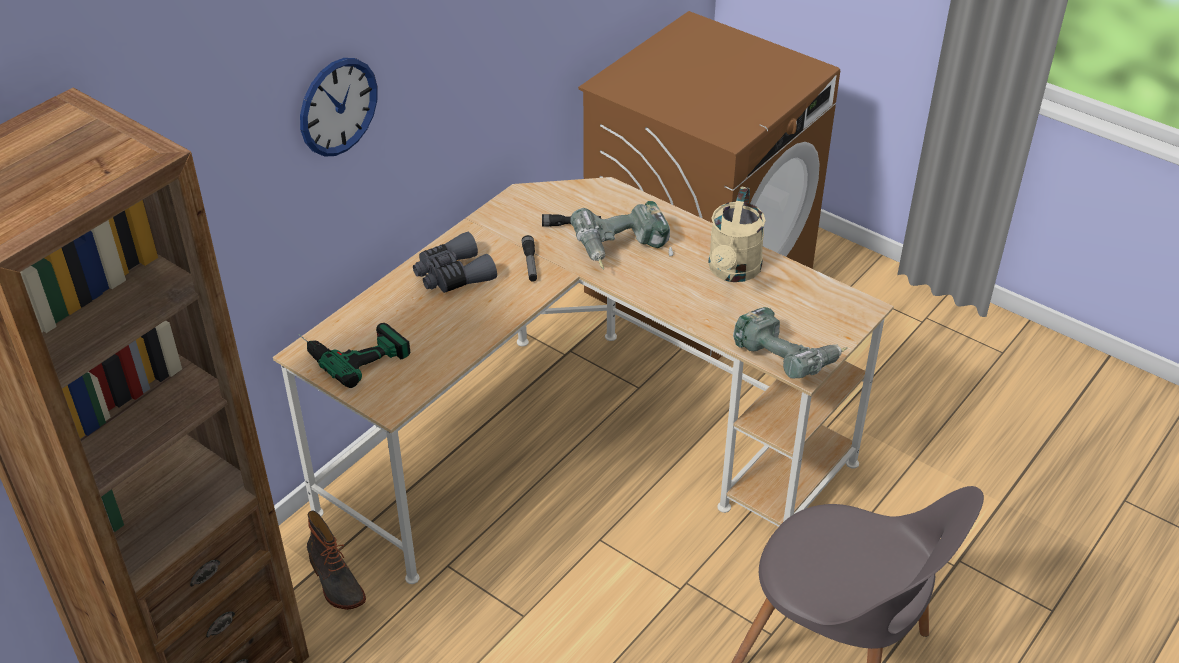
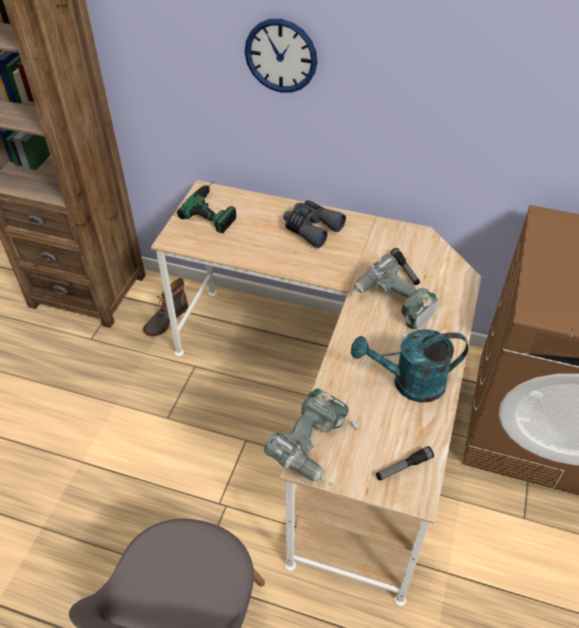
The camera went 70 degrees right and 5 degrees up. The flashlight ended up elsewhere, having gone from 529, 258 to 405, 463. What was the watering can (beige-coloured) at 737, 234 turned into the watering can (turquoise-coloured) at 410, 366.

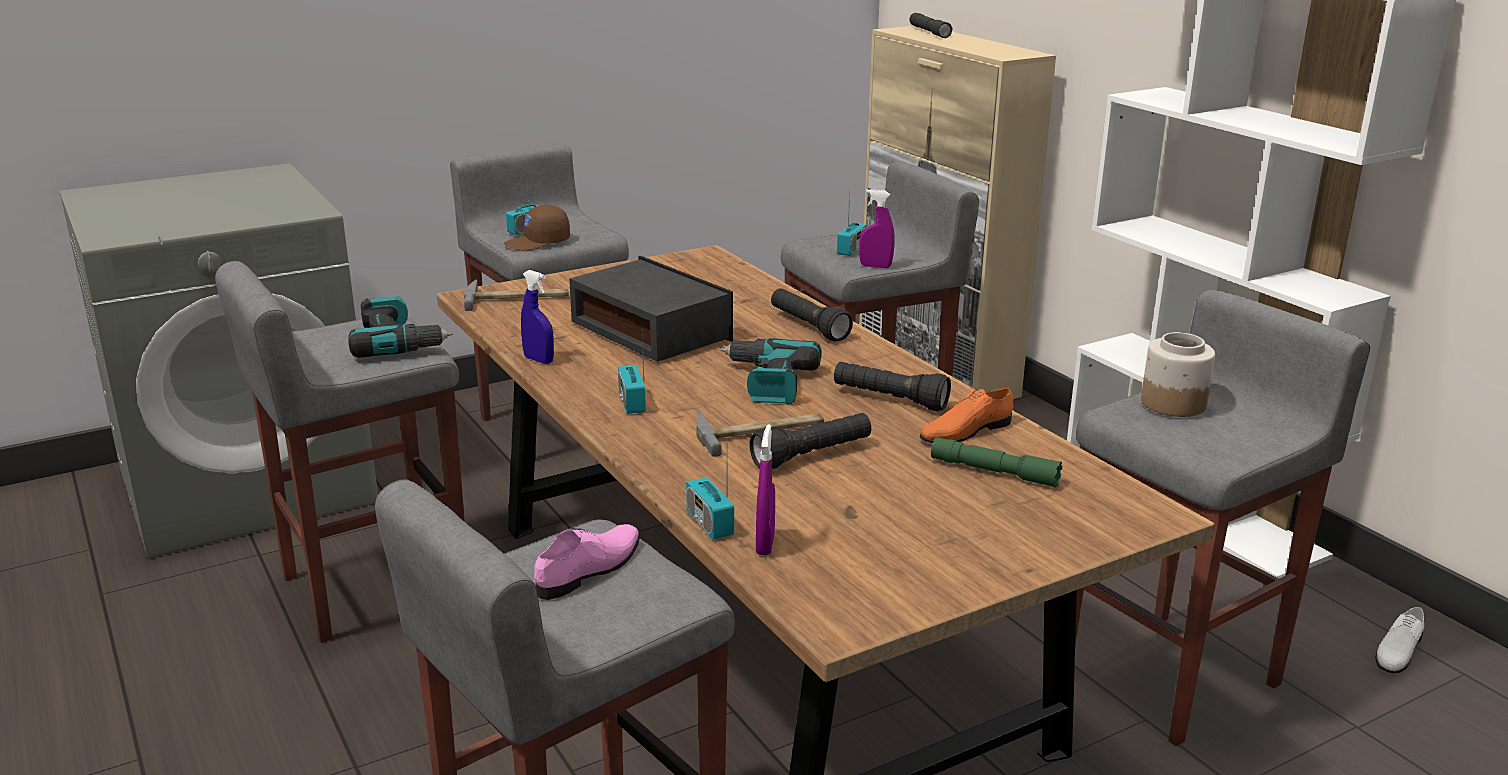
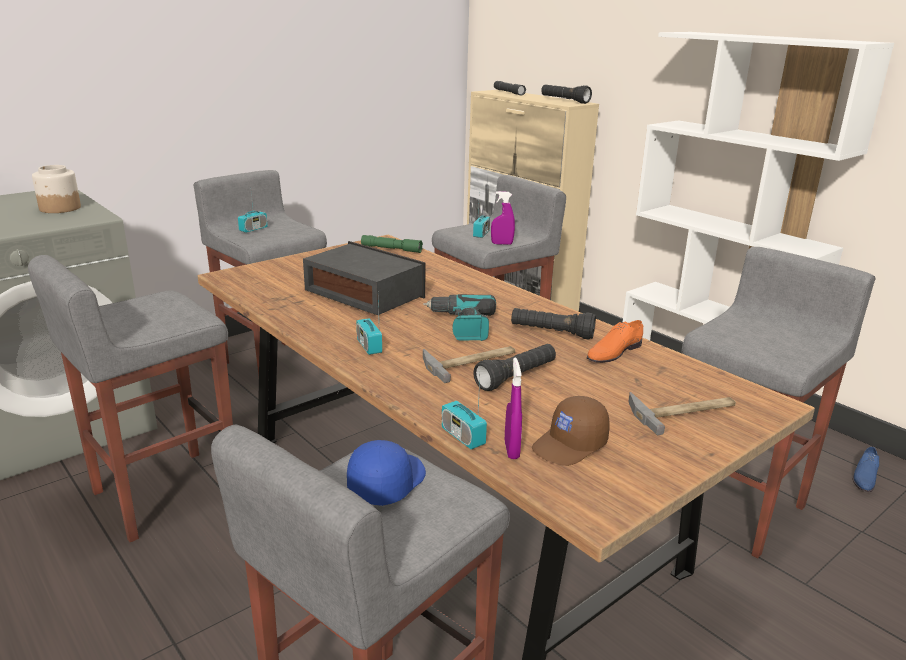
The camera went 10 degrees left and 0 degrees up. The second view lost the power drill at 400, 327. The second view lost the spray bottle (blue) at 537, 317. The tool hammer ended up elsewhere, having gone from 516, 295 to 682, 414. The cap (brown-coloured) ended up elsewhere, having gone from 537, 228 to 571, 431. The flashlight (blackish) ended up elsewhere, having gone from 812, 315 to 566, 94. The flashlight (greenish) ended up elsewhere, having gone from 996, 462 to 392, 244. The storage jar ended up elsewhere, having gone from 1178, 374 to 56, 189. Where the shoe (pink) stood at 587, 562, the cap (blue) came to stand at 386, 473. What was the shoe (white) at 1399, 640 turned into the shoe (blue) at 865, 469.

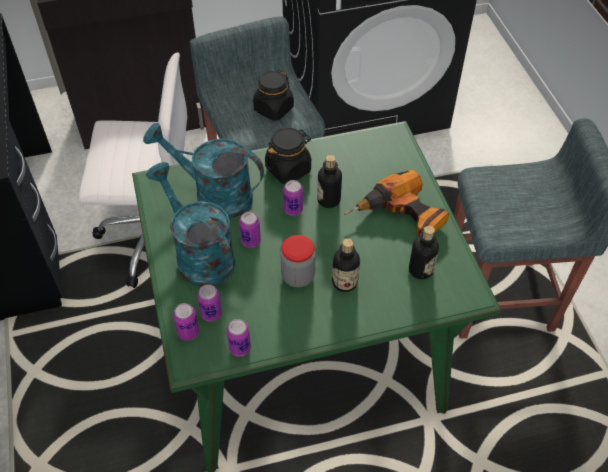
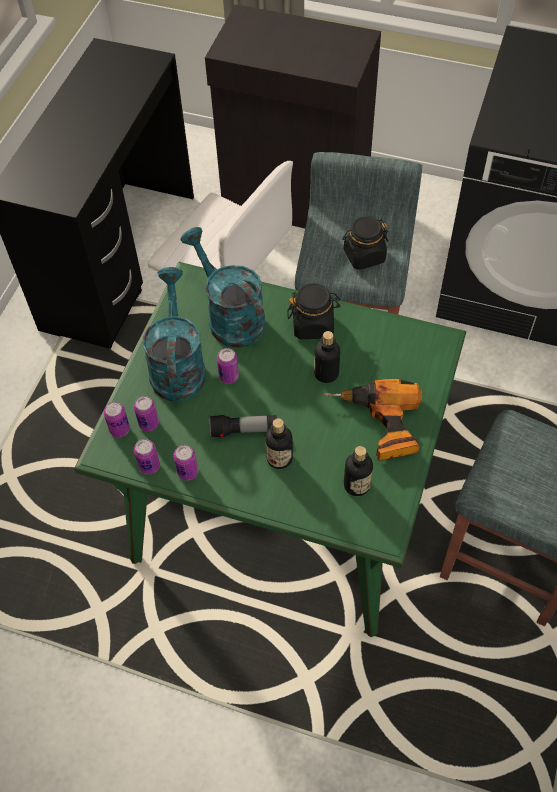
The camera went 35 degrees right and 5 degrees up. The sealed can ended up elsewhere, having gone from 293, 198 to 185, 463. Where the storage jar stood at 298, 261, the flashlight came to stand at 243, 426.

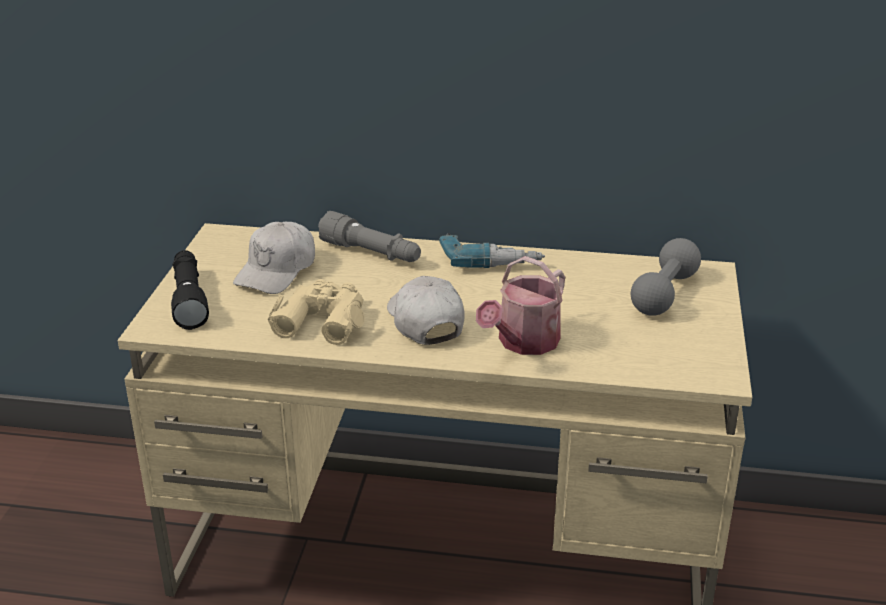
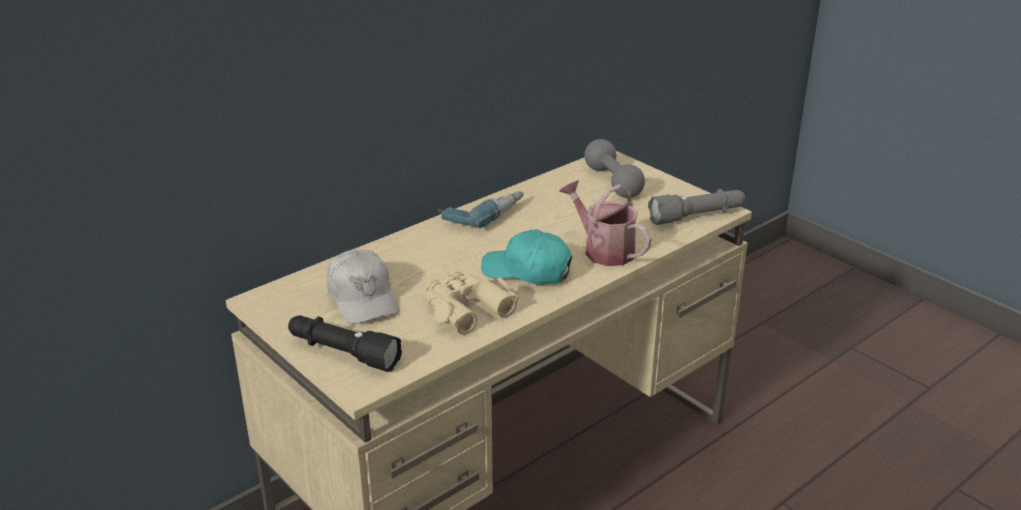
The camera went 50 degrees left and 0 degrees up. The flashlight (greyish) ended up elsewhere, having gone from 369, 236 to 696, 207. What was the cap (white) at 426, 310 turned into the cap (turquoise-coloured) at 526, 257. The watering can at 520, 305 ended up facing another way, 150 degrees clockwise from before.

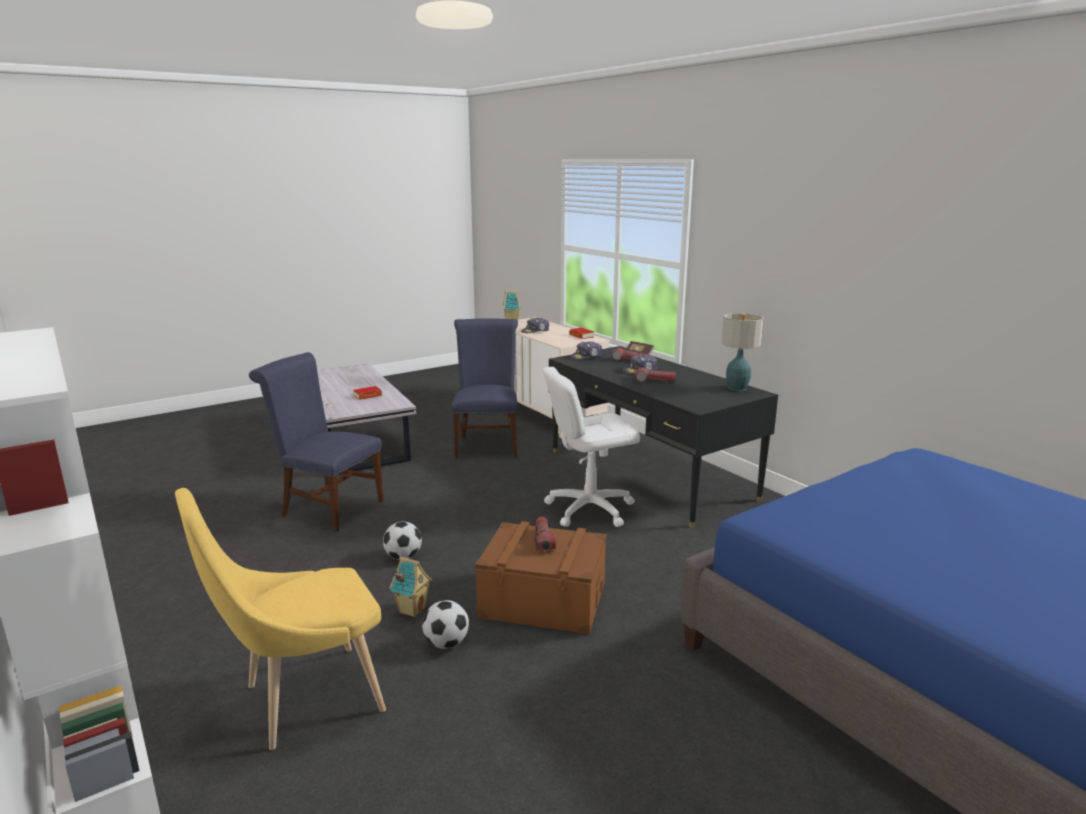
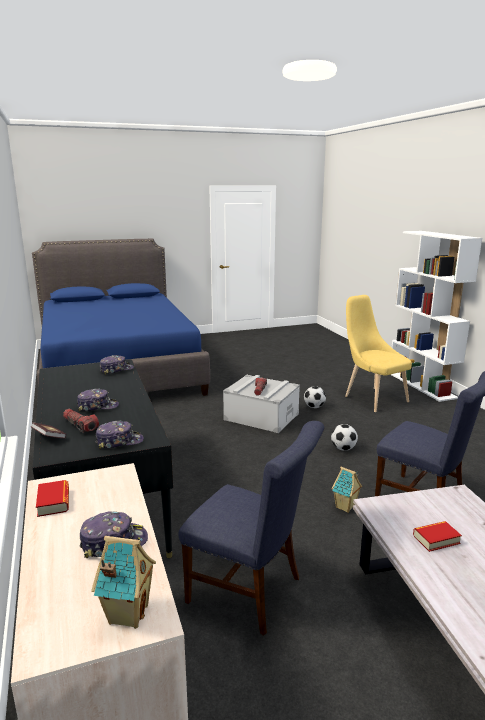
The camera went 165 degrees left and 0 degrees up. The second view lost the computer chair (white) at 591, 447. The second view lost the flashlight at 655, 374. The second view lost the lamp for a table at 743, 352. The second view gained the cap at 117, 365. The miniature house ended up elsewhere, having gone from 410, 587 to 347, 490. What was the storage container (brown-coloured) at 540, 578 turned into the storage container (greyish) at 261, 404. The plain chair (yellow) at 280, 619 ended up facing another way, 105 degrees counterclockwise from before. The plain chair (blue) at 485, 388 ended up facing another way, 75 degrees counterclockwise from before.

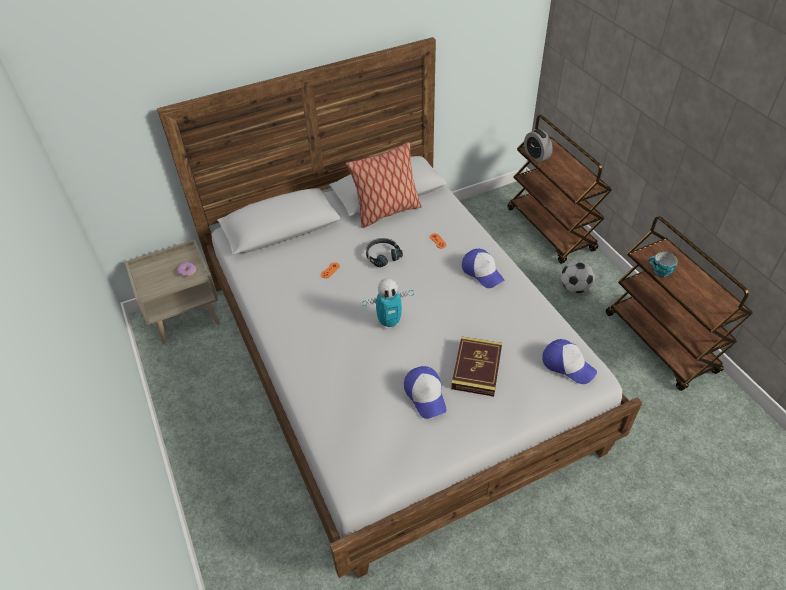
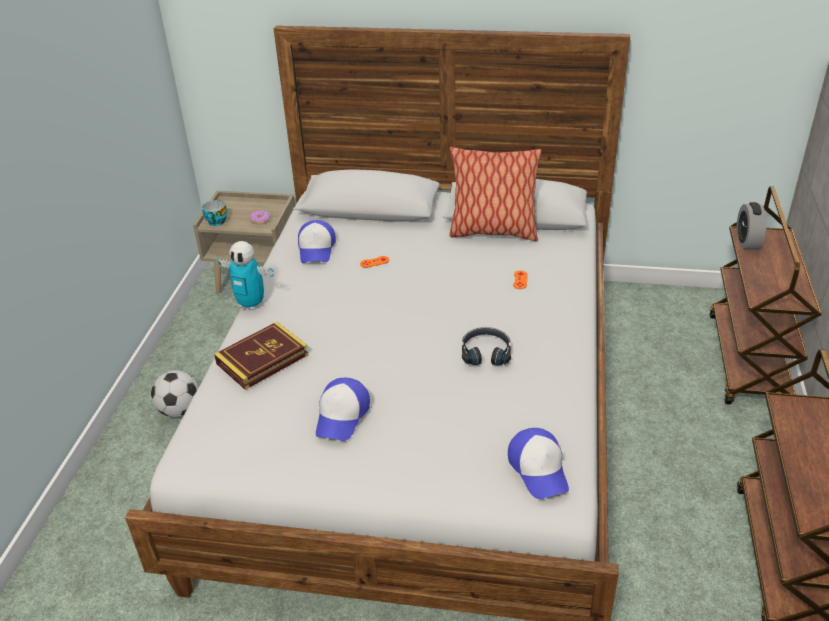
The camera went 35 degrees right and 10 degrees down. The robot figure ended up elsewhere, having gone from 388, 303 to 245, 275. The headphones (blackish) ended up elsewhere, having gone from 384, 253 to 486, 346. The bound book ended up elsewhere, having gone from 476, 366 to 261, 356. The cap ended up elsewhere, having gone from 483, 268 to 317, 241. The ball for football ended up elsewhere, having gone from 578, 277 to 175, 393. The cup ended up elsewhere, having gone from 663, 264 to 214, 213.

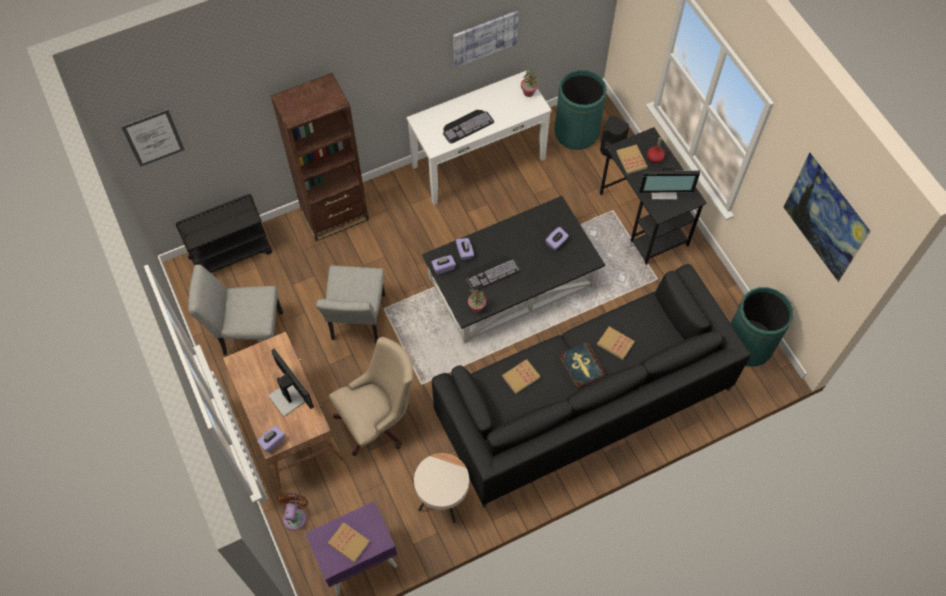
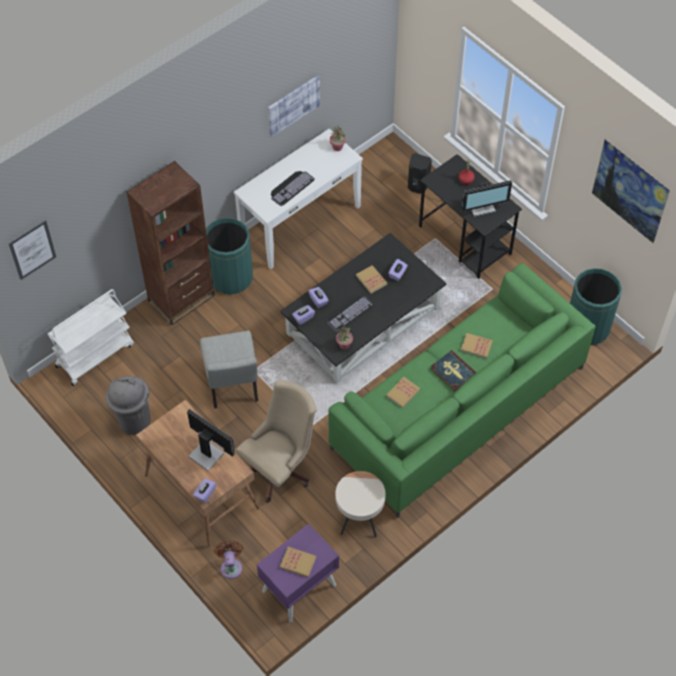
The camera went 15 degrees left and 5 degrees down. The waste bin (greenish) ended up elsewhere, having gone from 580, 110 to 229, 256. The bound book ended up elsewhere, having gone from 632, 159 to 371, 279. Where the plain chair (greyish) stood at 235, 310, the waste bin (greyish) came to stand at 128, 405. What was the wheeled cart (blackish) at 224, 233 turned into the wheeled cart (white) at 91, 337. What was the settee (blackish) at 591, 386 turned into the settee (greenish) at 462, 391.

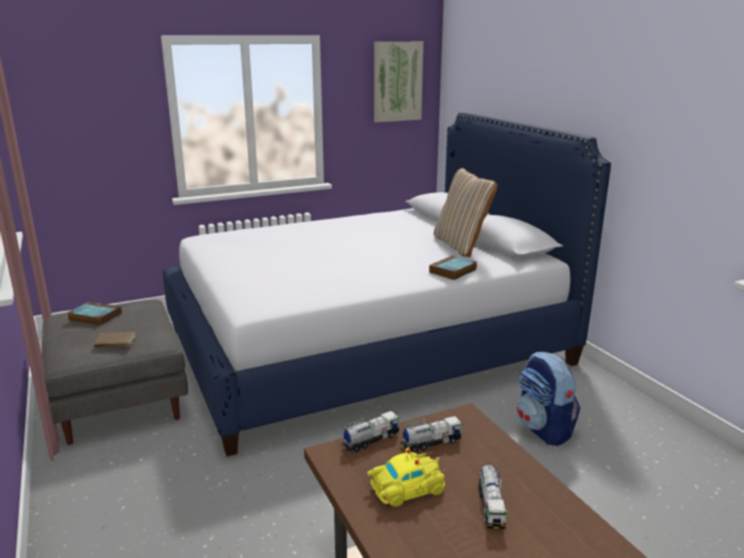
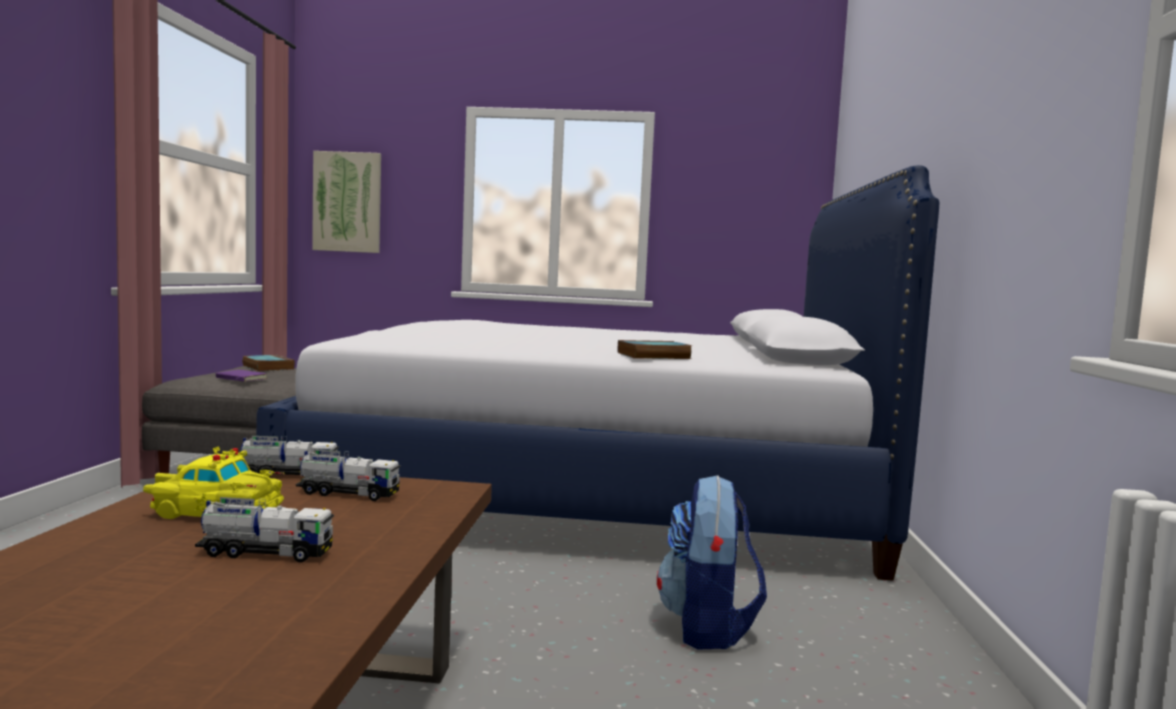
The camera went 30 degrees right and 15 degrees down. The second view lost the pillow (beige-coloured) at 466, 212. The wall art ended up elsewhere, having gone from 398, 82 to 346, 202. What was the bound book (brown-coloured) at 115, 340 turned into the bound book (purple) at 241, 376. The toy truck at 492, 496 ended up facing another way, 120 degrees counterclockwise from before.

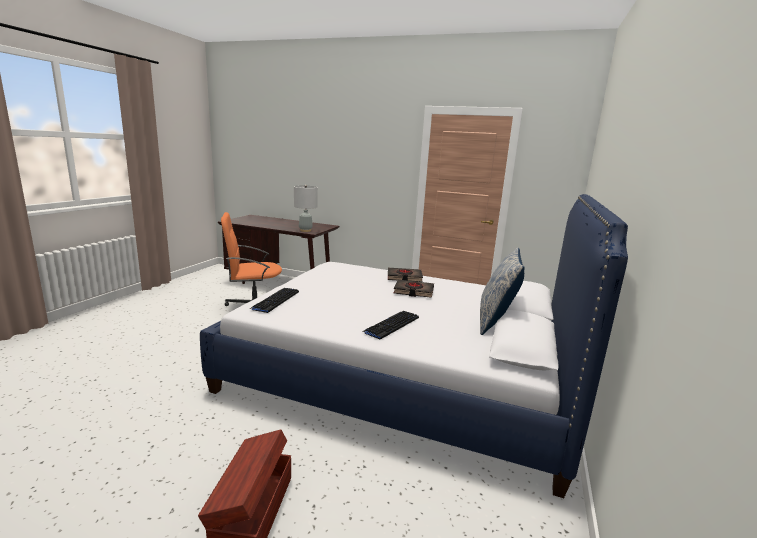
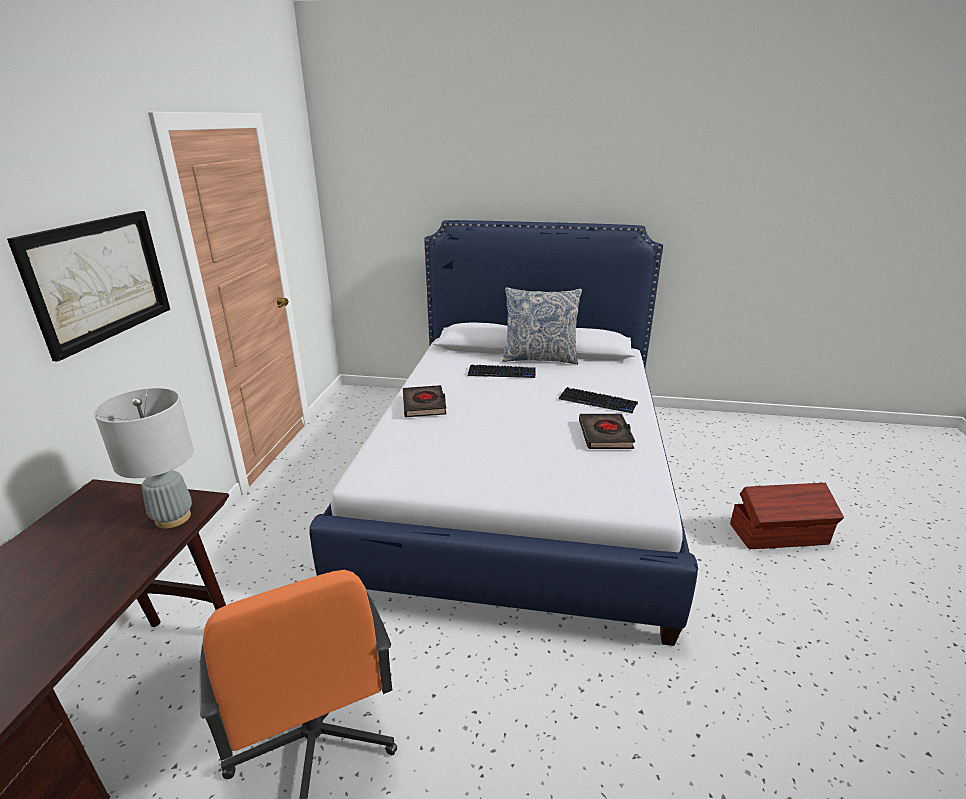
The camera went 100 degrees left and 10 degrees up. The second view gained the wall art at 88, 286. The keyboard ended up elsewhere, having gone from 274, 300 to 502, 371. The bound book (blackish) ended up elsewhere, having gone from 414, 289 to 607, 431.

